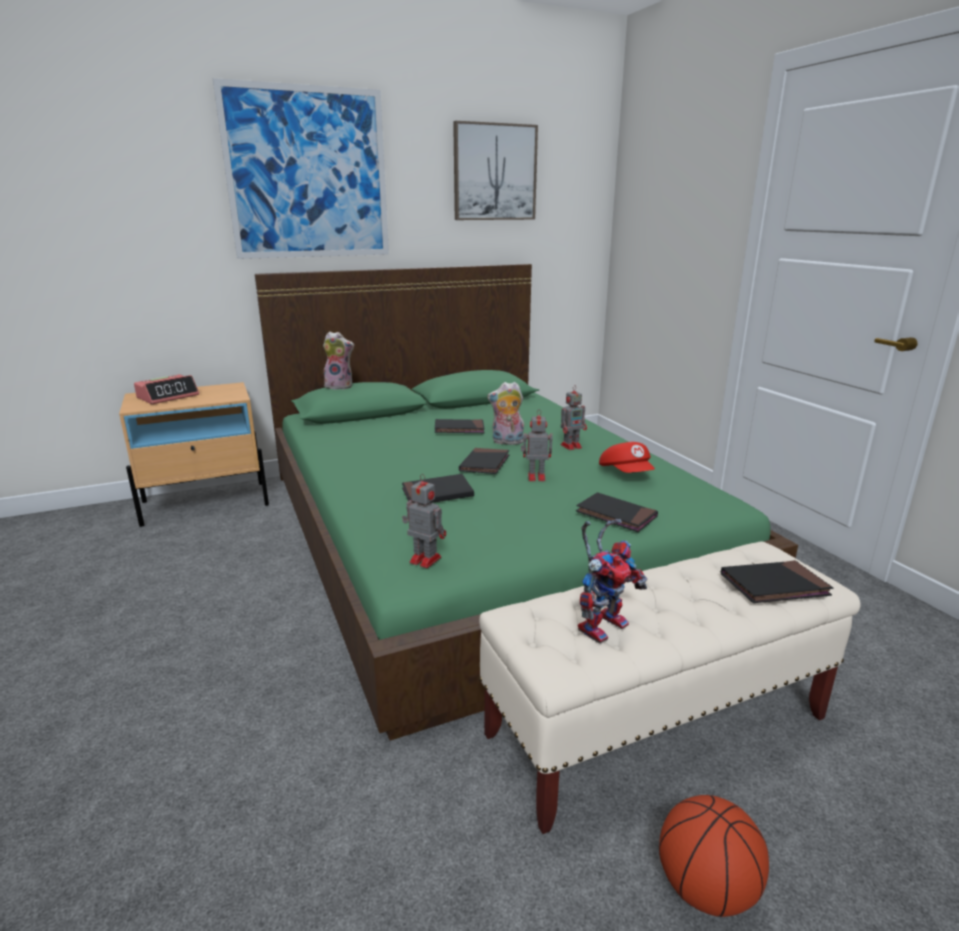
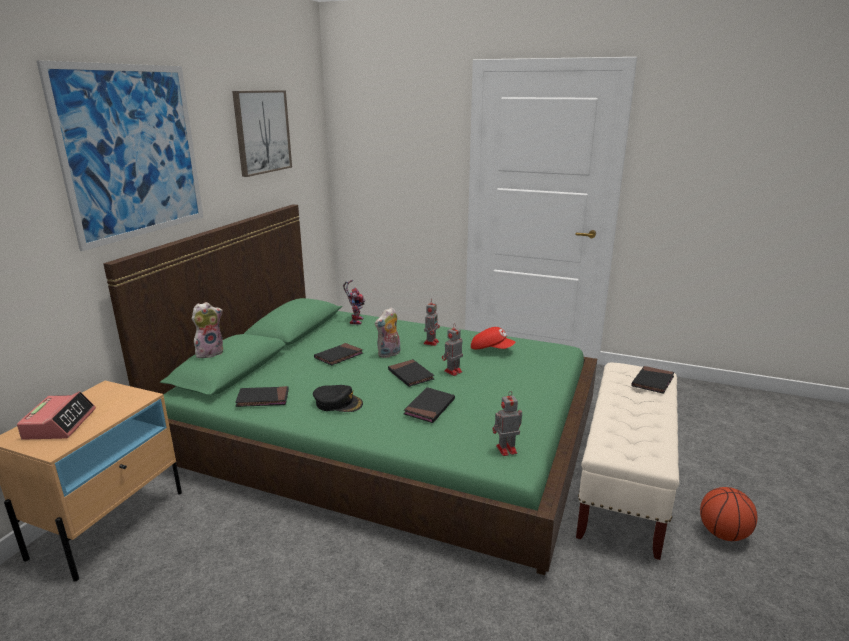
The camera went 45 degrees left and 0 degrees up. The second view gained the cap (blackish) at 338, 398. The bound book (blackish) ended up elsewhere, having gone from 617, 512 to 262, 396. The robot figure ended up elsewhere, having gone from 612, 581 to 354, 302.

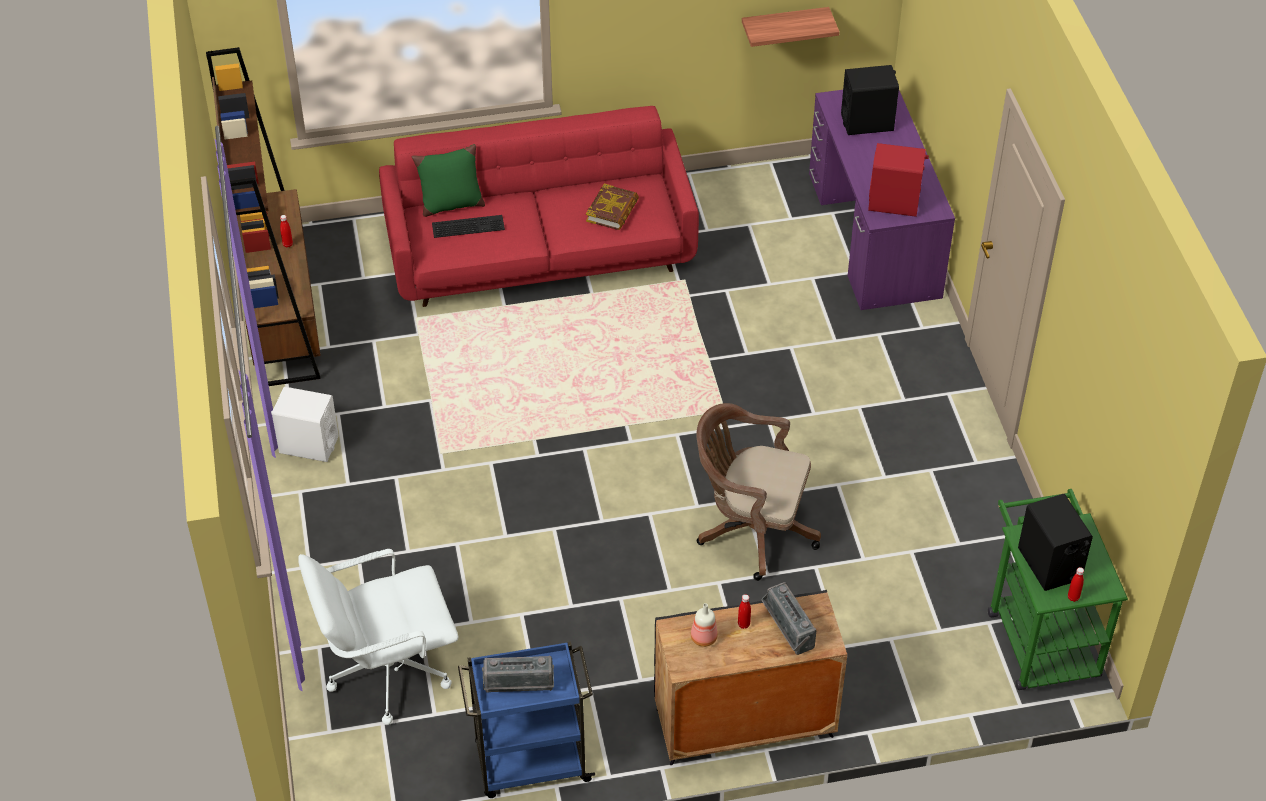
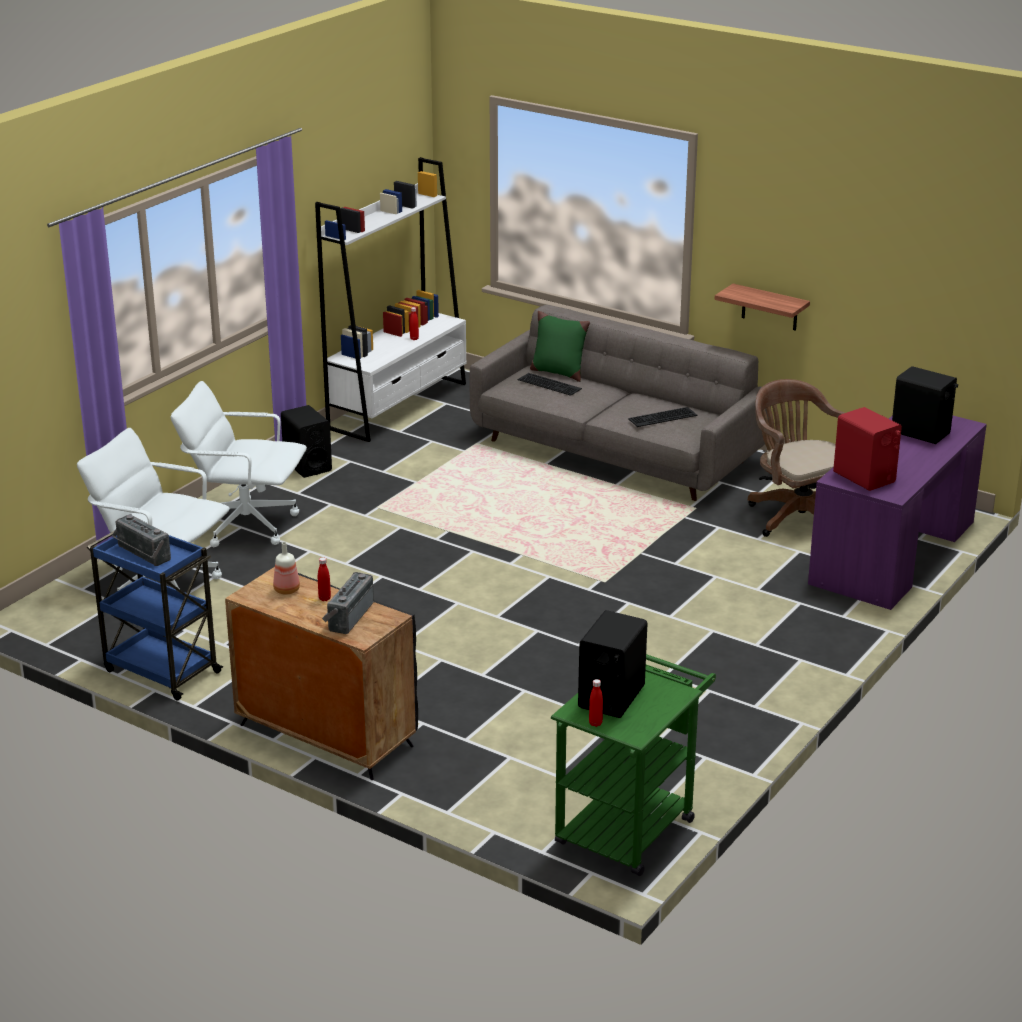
The camera went 45 degrees right and 20 degrees down. The second view gained the computer chair (white) at 239, 464. The computer chair (brown-coloured) ended up elsewhere, having gone from 758, 492 to 796, 458. The bracket shelf ended up elsewhere, having gone from 791, 27 to 762, 307. Where the bound book stood at 612, 207, the keyboard came to stand at 662, 417. What was the shelving unit (brown-coloured) at 263, 216 turned into the shelving unit (white) at 390, 299. What was the loudspeaker (white) at 305, 424 turned into the loudspeaker (blackish) at 306, 441. What was the settee (red-coloured) at 539, 206 turned into the settee (greyish) at 620, 403.

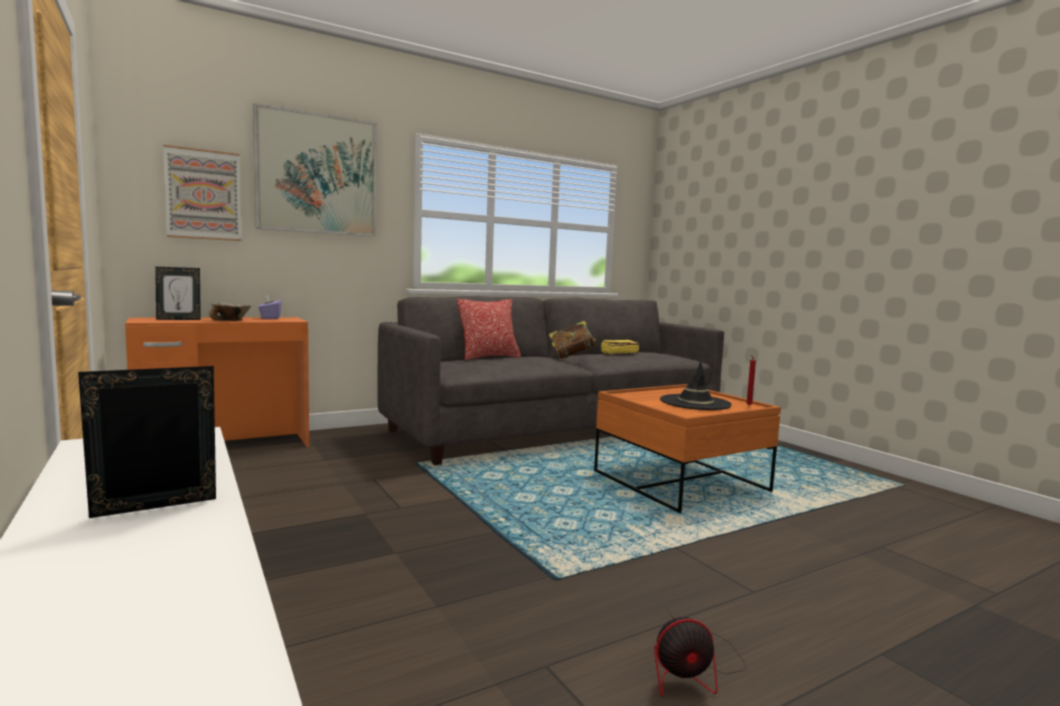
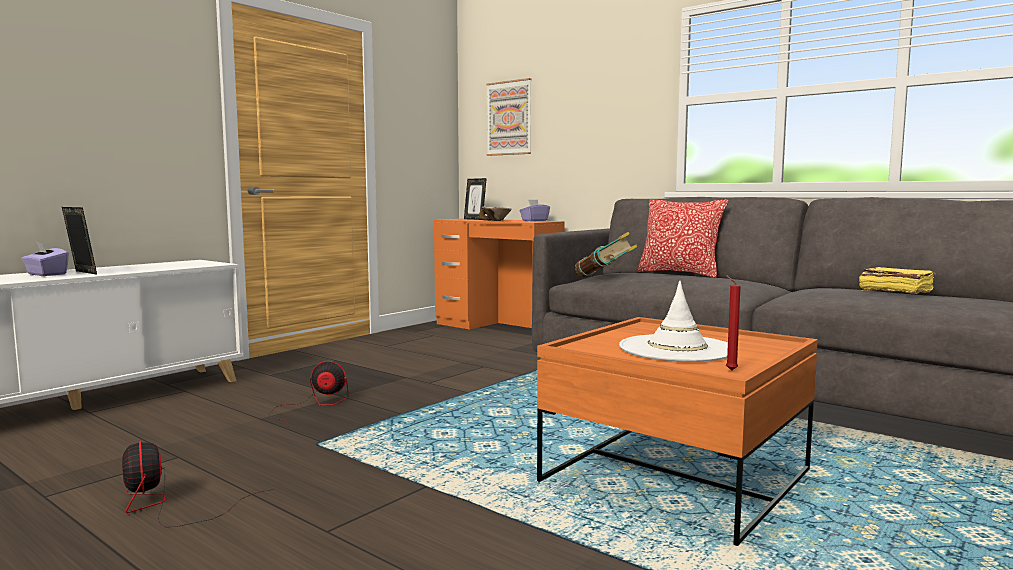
The camera went 70 degrees right and 0 degrees up. The second view lost the wall art at 315, 170. The second view gained the tissue box (purple) at 45, 258. The second view gained the electric fan at 308, 395. The bound book ended up elsewhere, having gone from 573, 340 to 606, 255. What was the hat (blackish) at 696, 386 turned into the hat (white) at 673, 321.

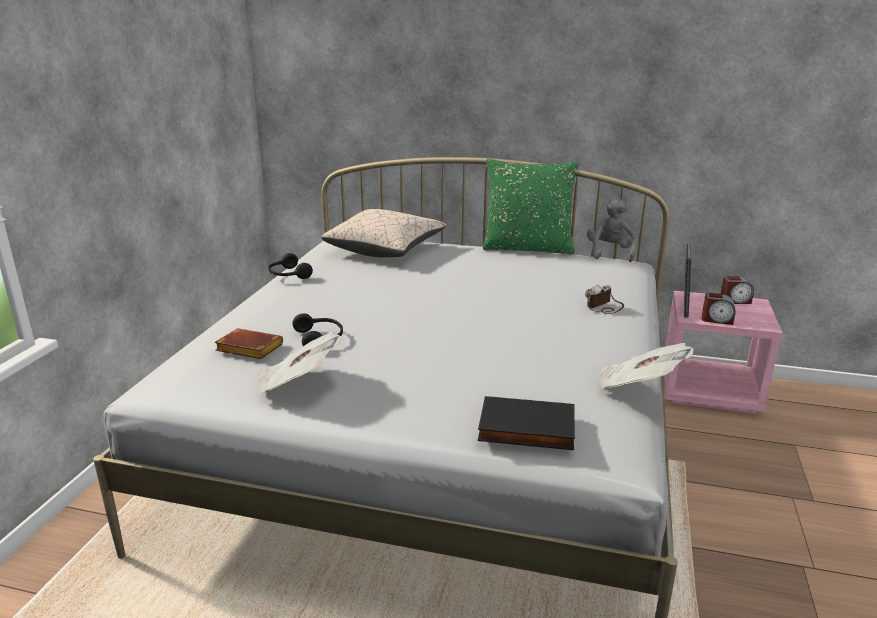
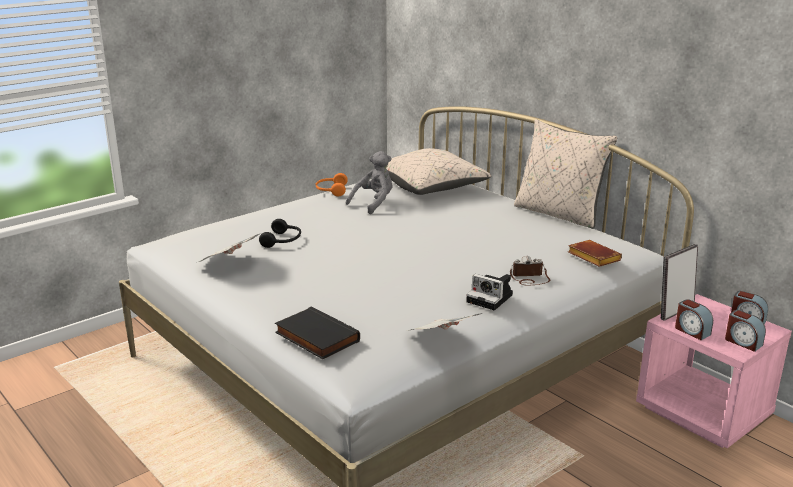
The camera went 35 degrees right and 0 degrees up. The second view gained the still camera at 489, 292. The second view gained the bedside clock at 745, 331. The bound book (brown-coloured) ended up elsewhere, having gone from 249, 343 to 595, 253. The plush toy (greyish) ended up elsewhere, having gone from 612, 229 to 369, 182. What was the headphones (blackish) at 290, 266 turned into the headphones (orange-coloured) at 331, 184. What was the pillow (greenish) at 531, 206 turned into the pillow (beige-coloured) at 565, 174.

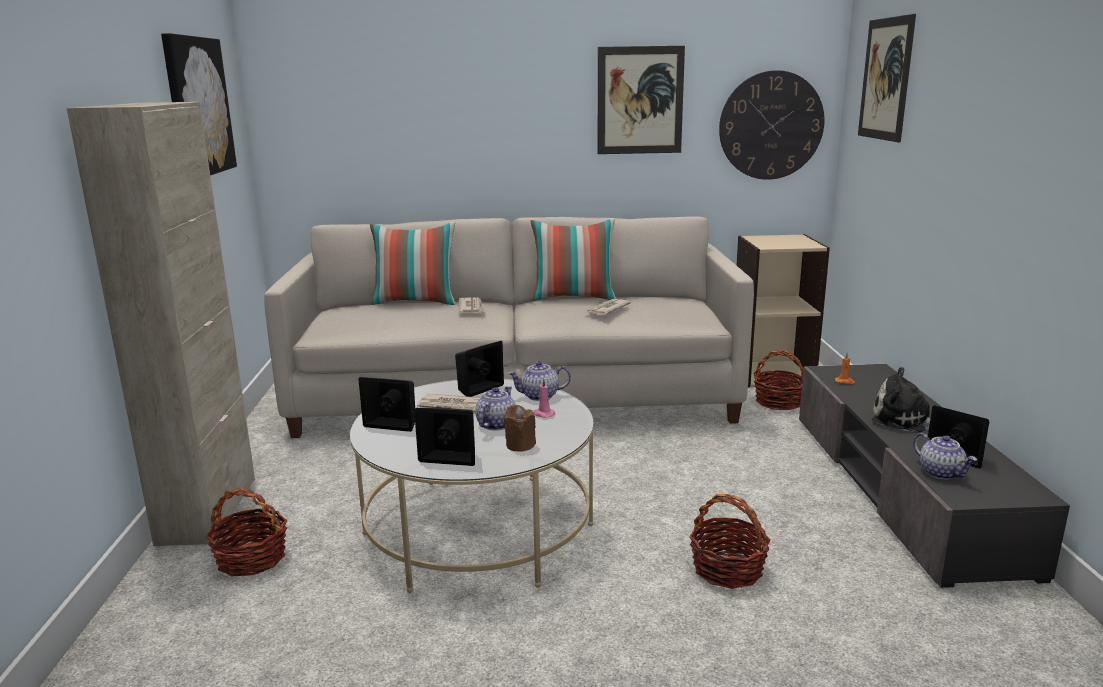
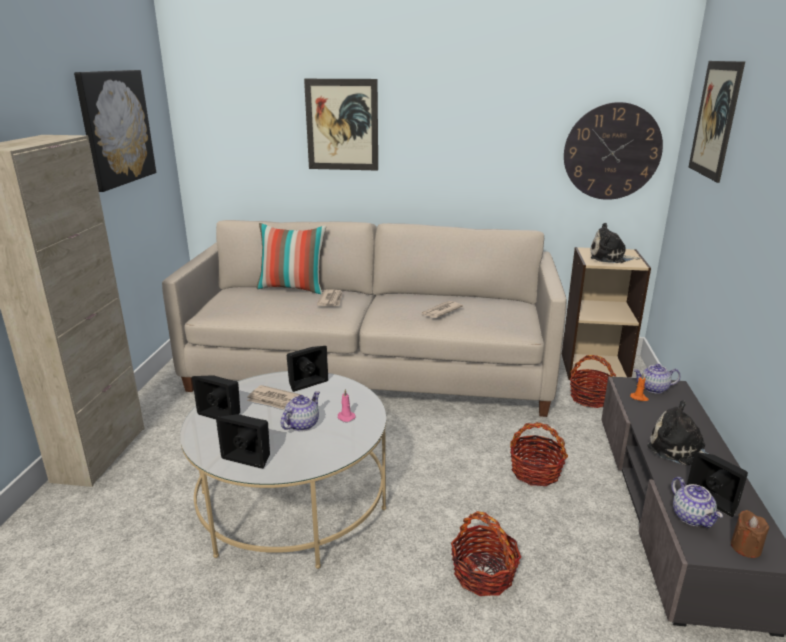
The camera went 10 degrees right and 5 degrees up. The second view lost the pillow at 573, 259. The second view gained the plush toy at 615, 243. The household basket ended up elsewhere, having gone from 246, 532 to 539, 454. The candle (brown-coloured) ended up elsewhere, having gone from 520, 428 to 750, 534. The pot for tea ended up elsewhere, having gone from 539, 381 to 657, 379. The wall art ended up elsewhere, having gone from 641, 100 to 341, 125.

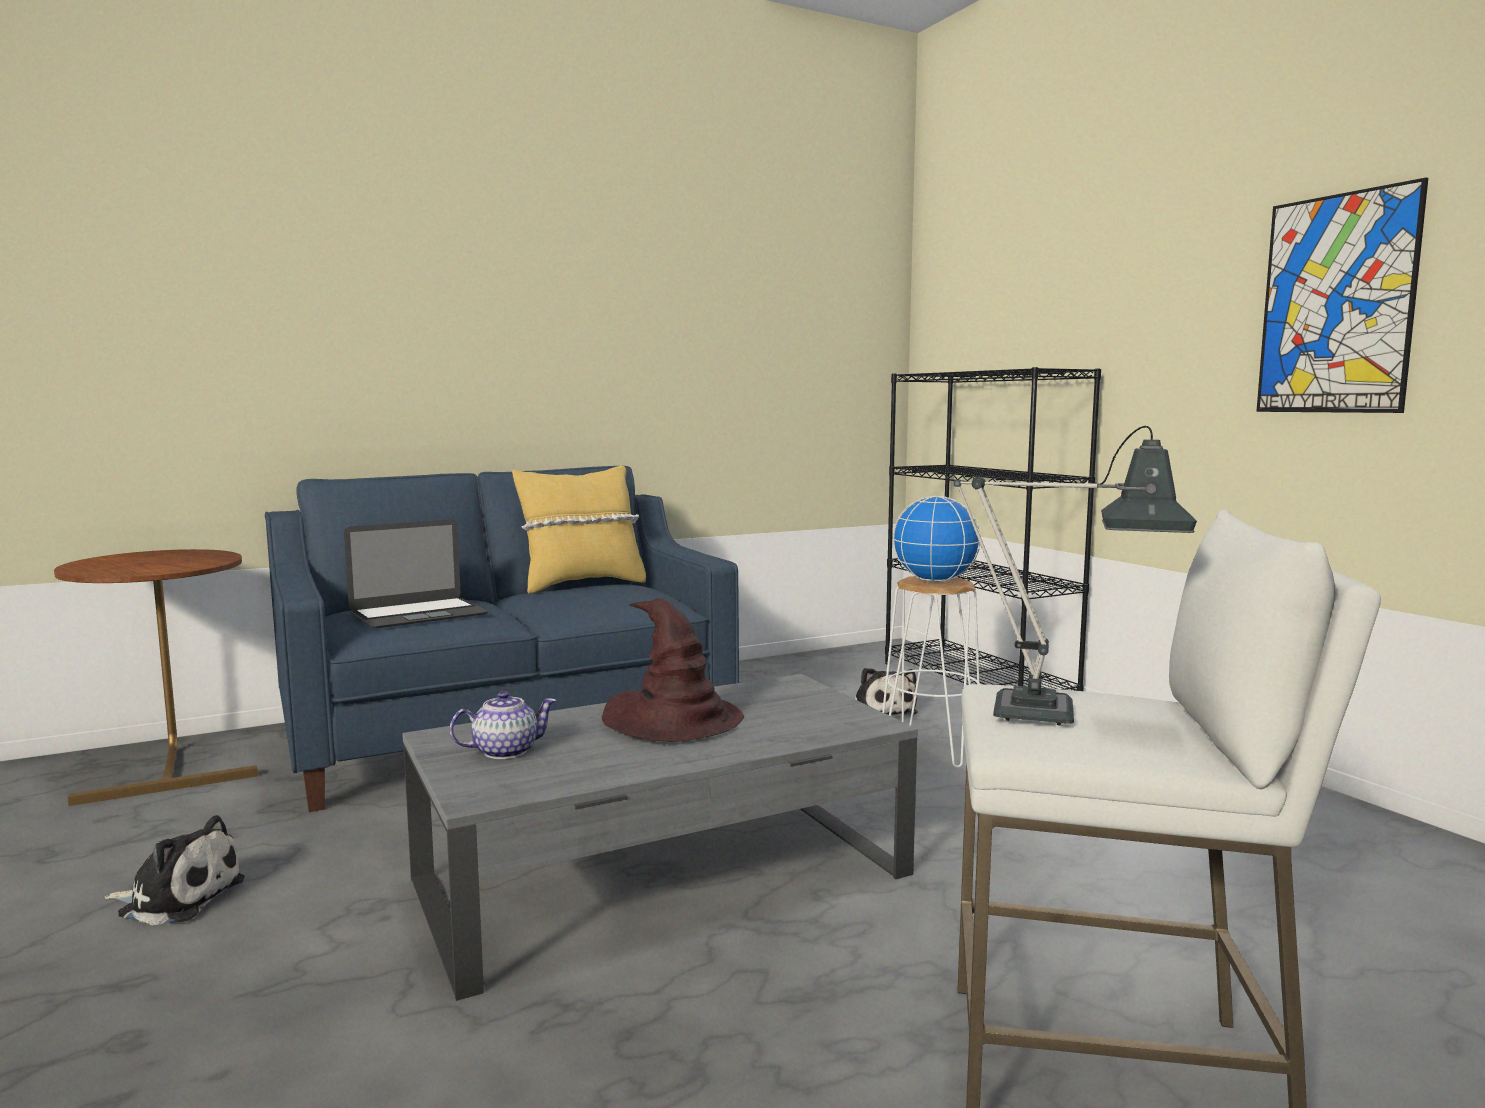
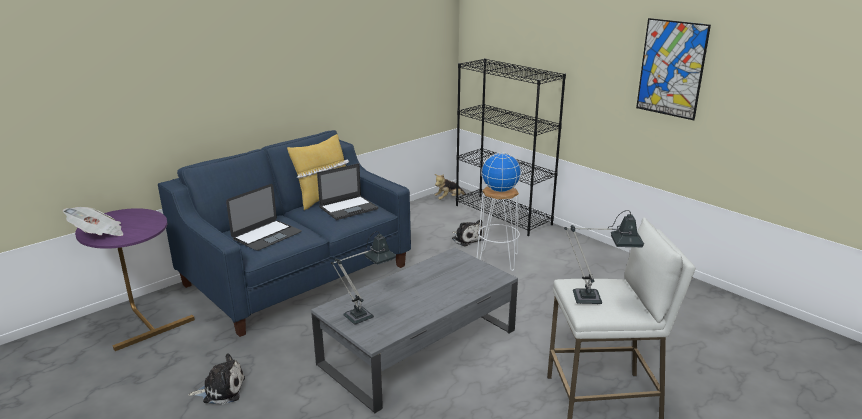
The camera went 15 degrees left and 15 degrees up. The second view lost the hat (brown-coloured) at 673, 670. The second view gained the printed paper at 92, 221. The second view gained the portable computer at 347, 191. The second view gained the plush toy at 450, 187. Where the pot for tea stood at 503, 725, the lamp for a table came to stand at 363, 278. What was the accent table (brown-coloured) at 156, 677 turned into the accent table (purple) at 135, 279.

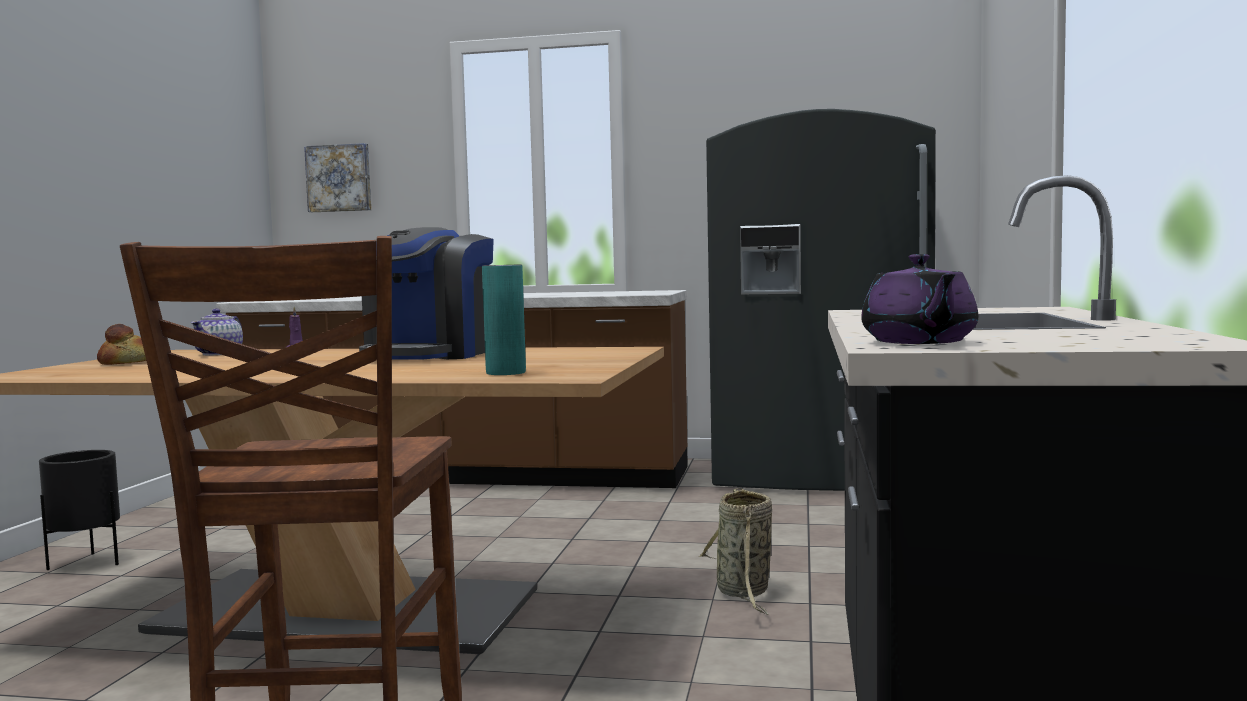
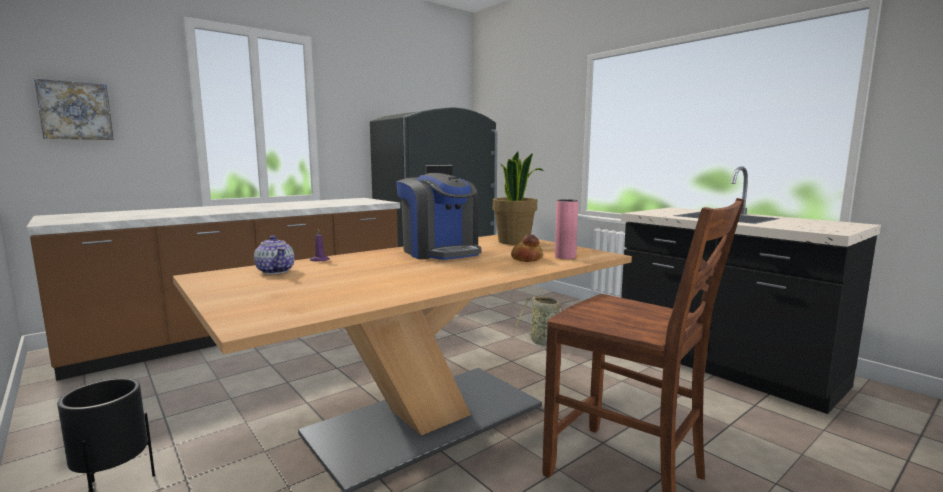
The camera went 50 degrees left and 5 degrees up. The second view lost the pot for tea (purple) at 919, 299. The second view gained the houseplant at 518, 198. The bread ended up elsewhere, having gone from 121, 344 to 527, 248. What was the flower vase (turquoise-coloured) at 504, 319 turned into the flower vase (pink) at 566, 229.

